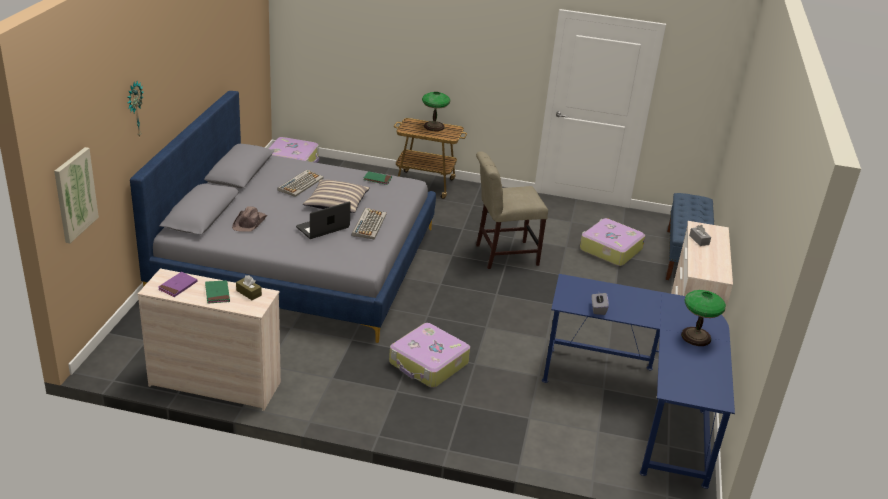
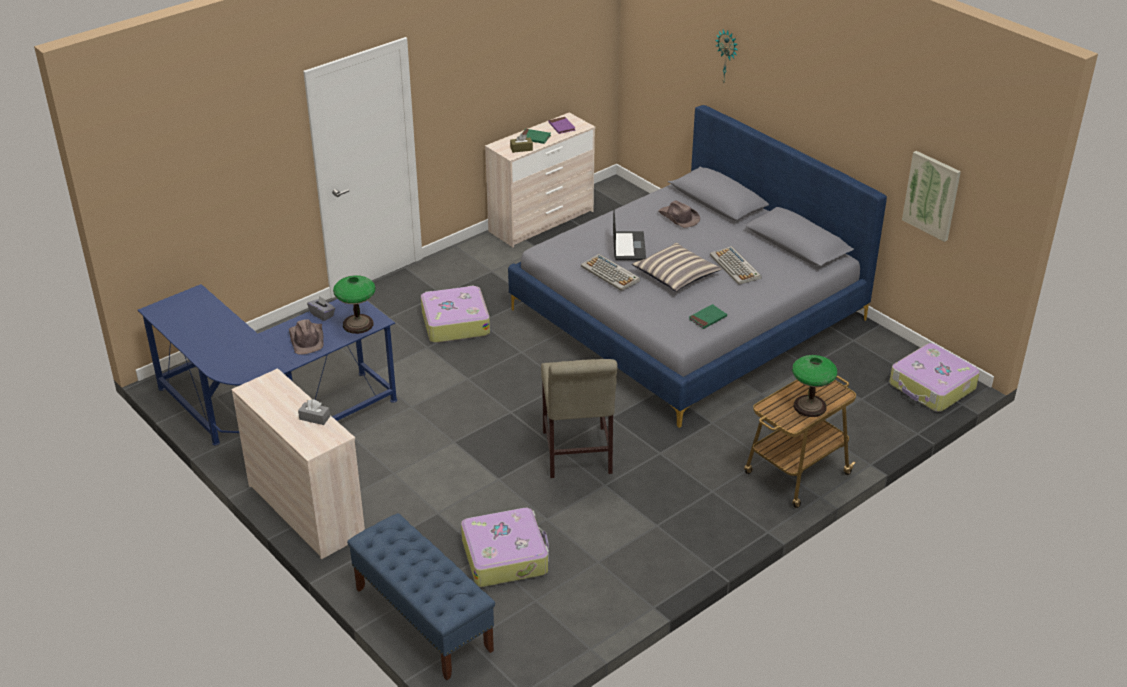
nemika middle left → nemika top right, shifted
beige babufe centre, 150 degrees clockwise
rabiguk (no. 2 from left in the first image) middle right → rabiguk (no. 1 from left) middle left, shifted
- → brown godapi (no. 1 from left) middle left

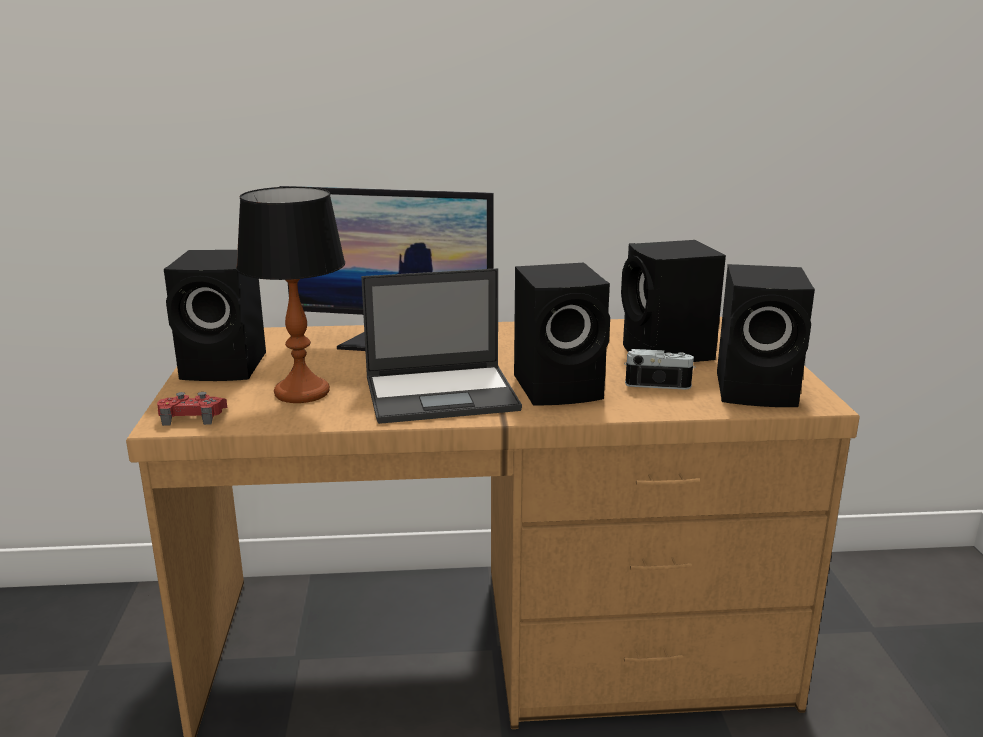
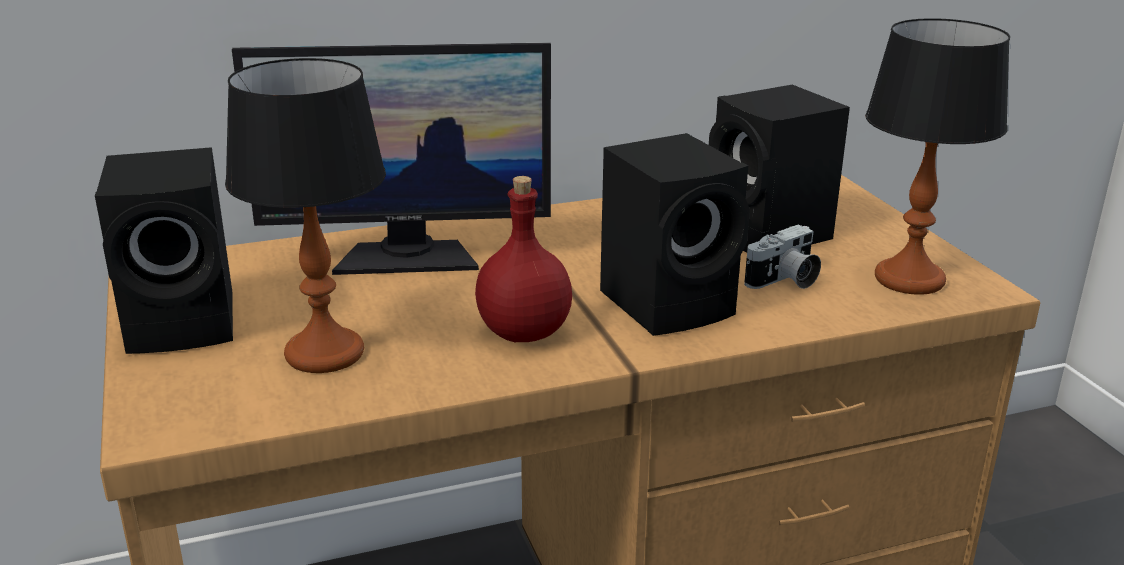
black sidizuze (no. 4 from left) middle right → rabiguk (no. 2 from left) top right
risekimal centre → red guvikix centre
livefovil middle right, 150 degrees clockwise
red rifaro middle left → -

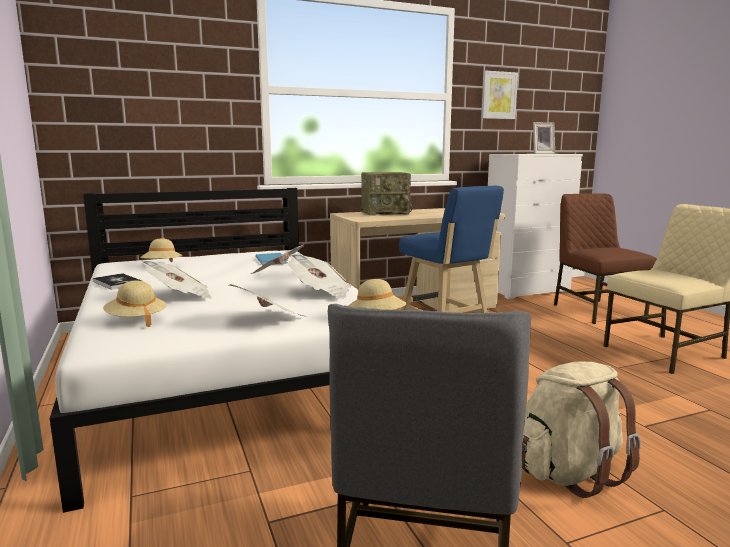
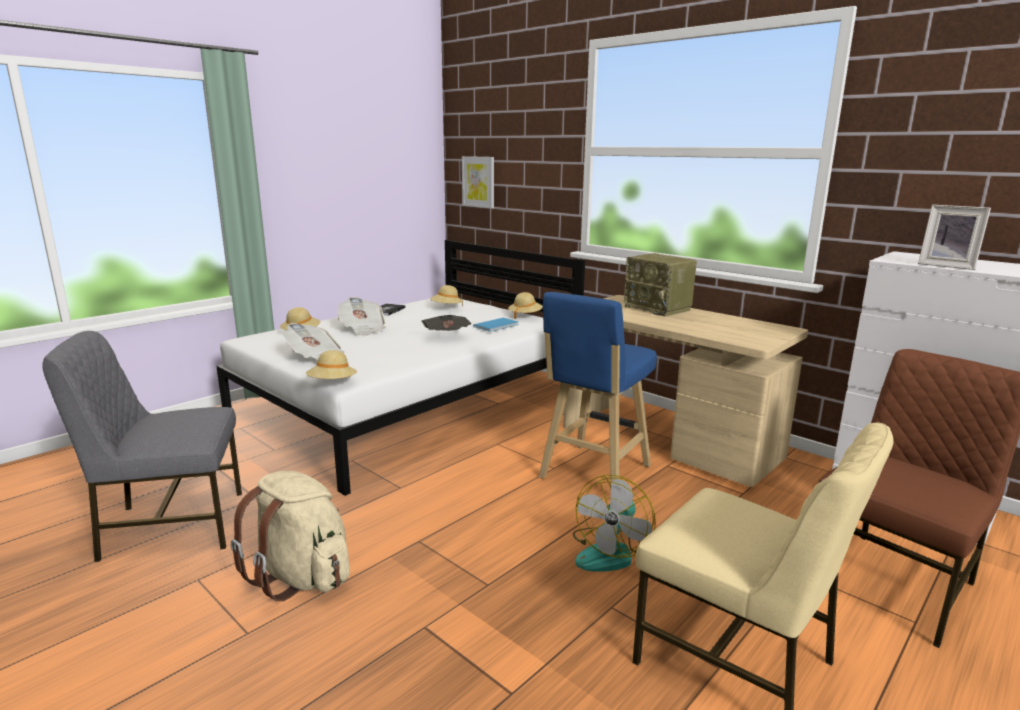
nemika top right → nemika top centre, shifted
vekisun (no. 4 from left) centre → -
- → beige godapi (no. 4 from left) centre
- → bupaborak bottom centre

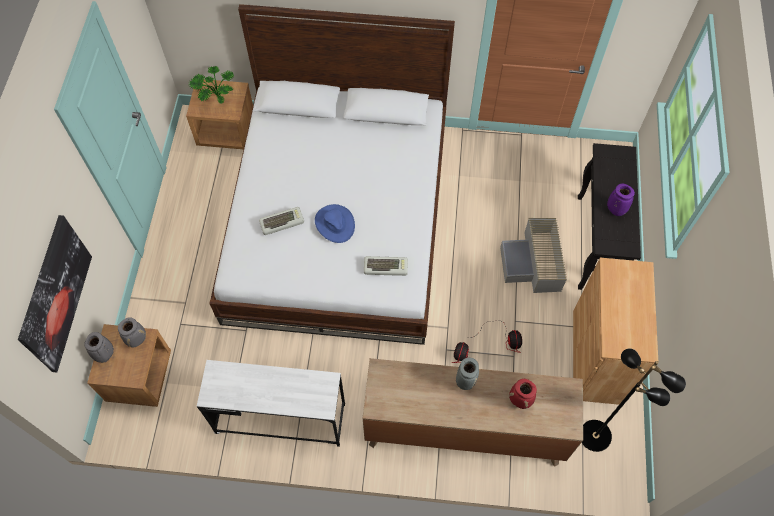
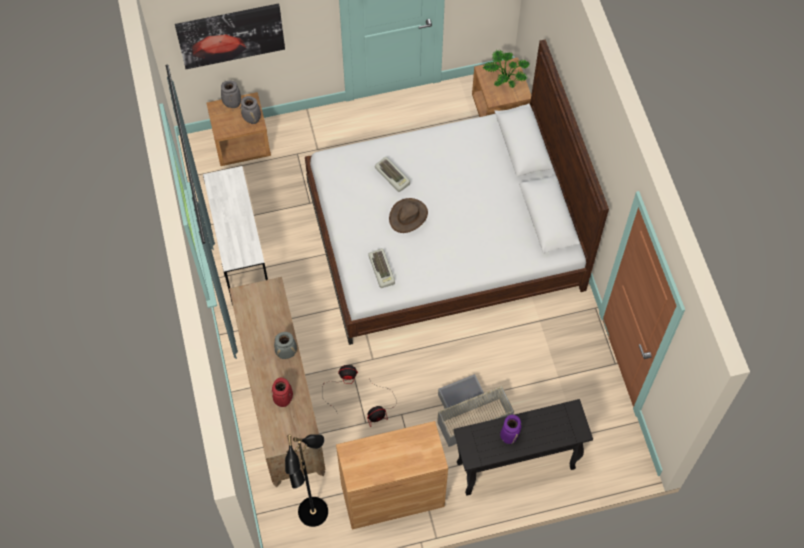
blue godapi centre → brown godapi centre

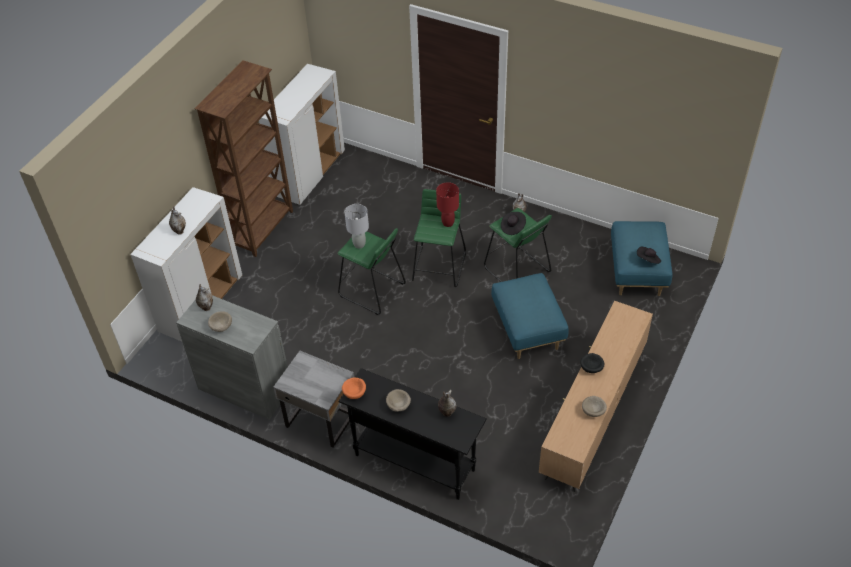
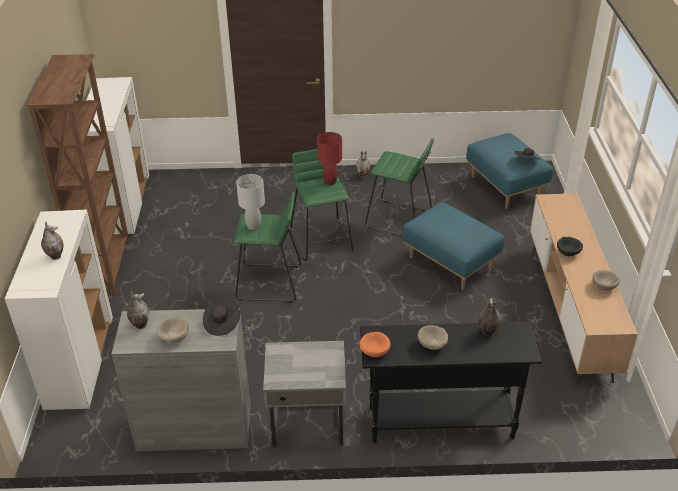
black godapi (no. 1 from left) centre → black godapi (no. 1 from left) middle left, shifted

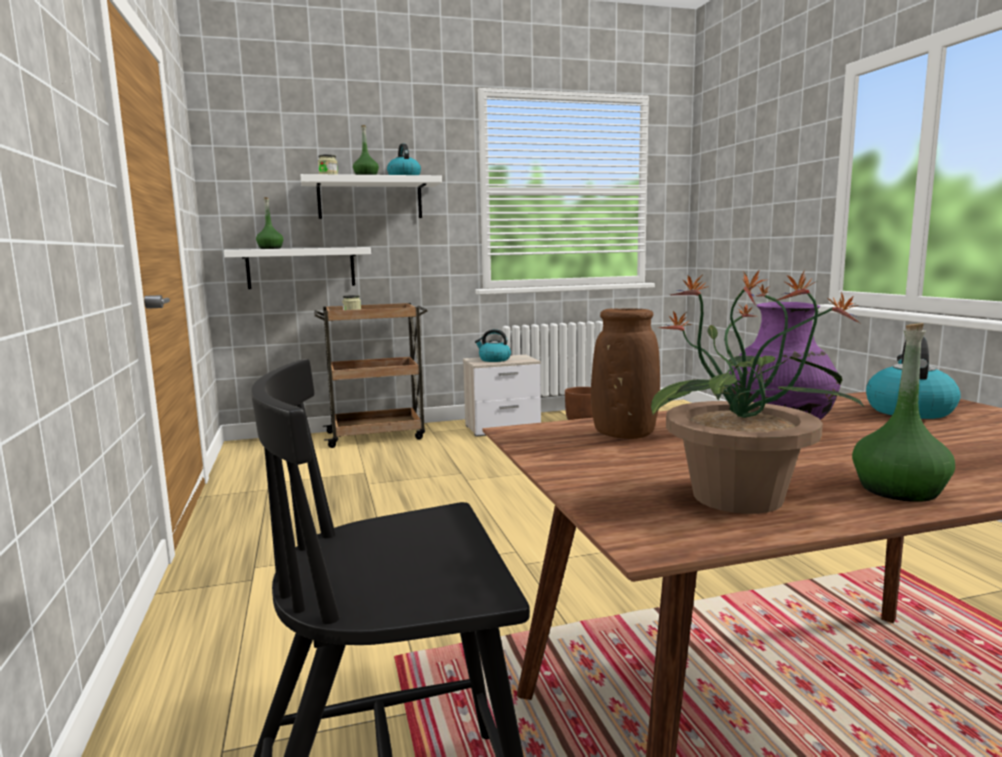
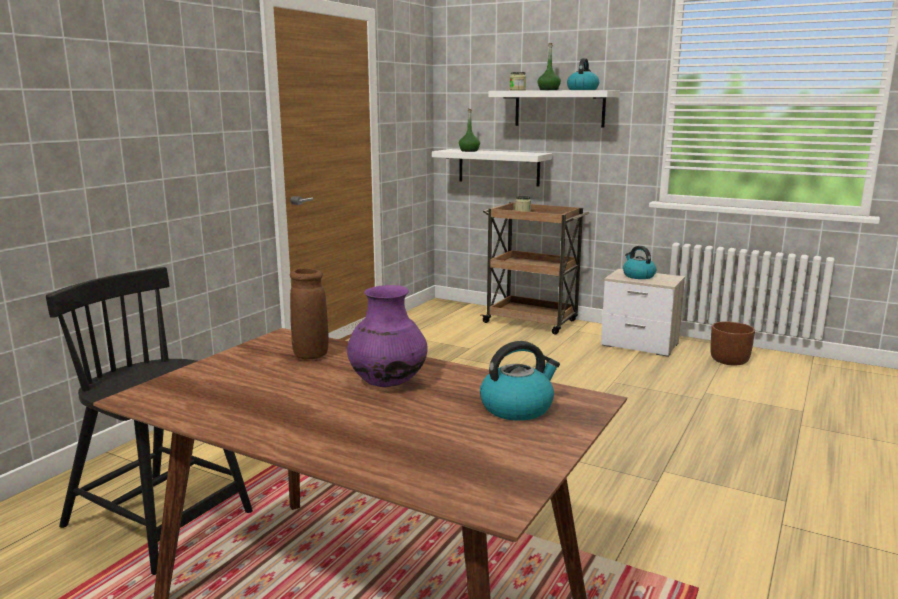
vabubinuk middle right → -
green guvikix (no. 3 from left) middle right → -

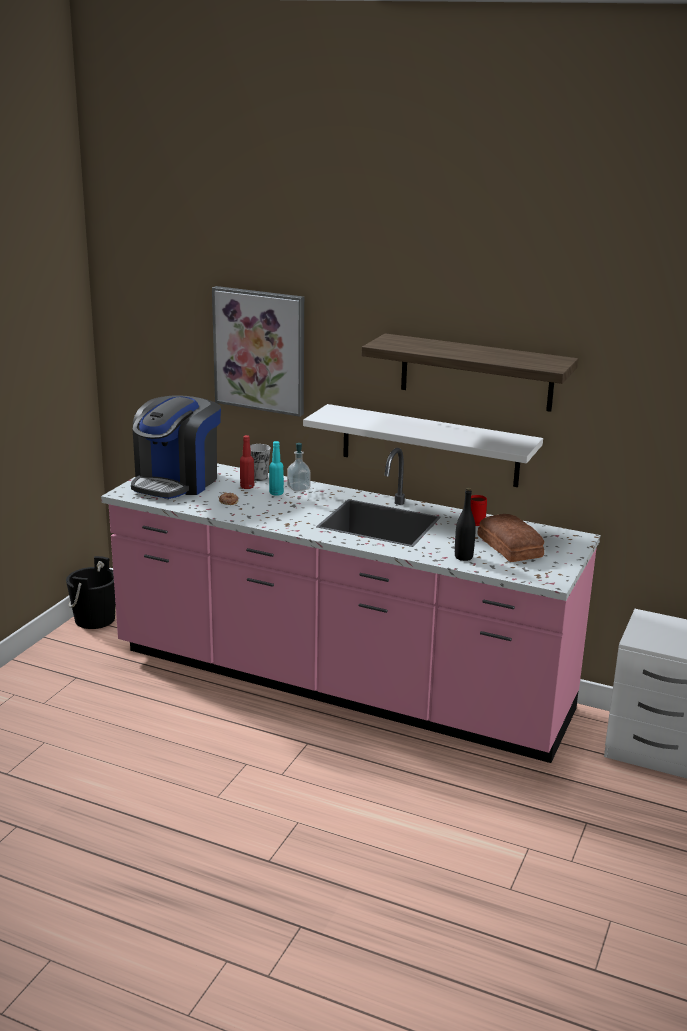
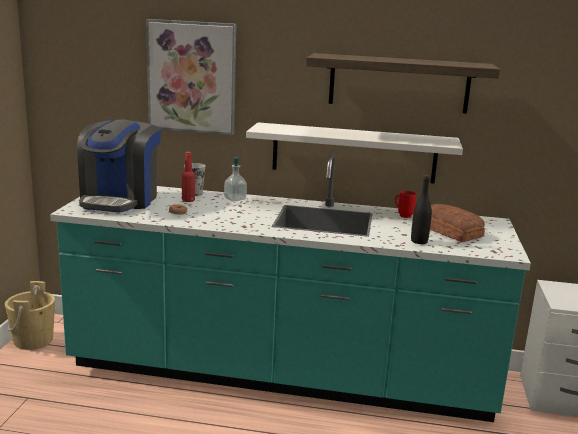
turquoise guvikix centre → -
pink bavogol centre → turquoise bavogol centre
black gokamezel middle left → beige gokamezel bottom left

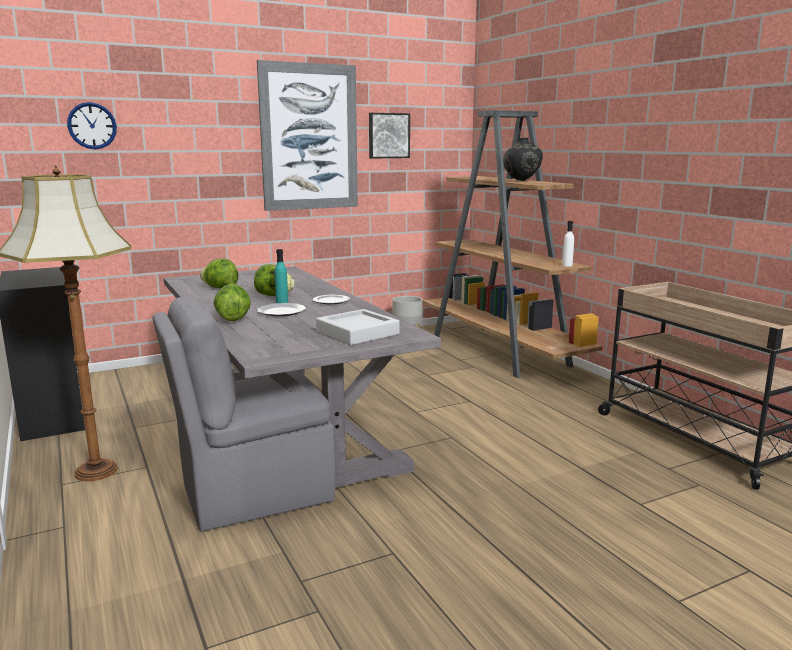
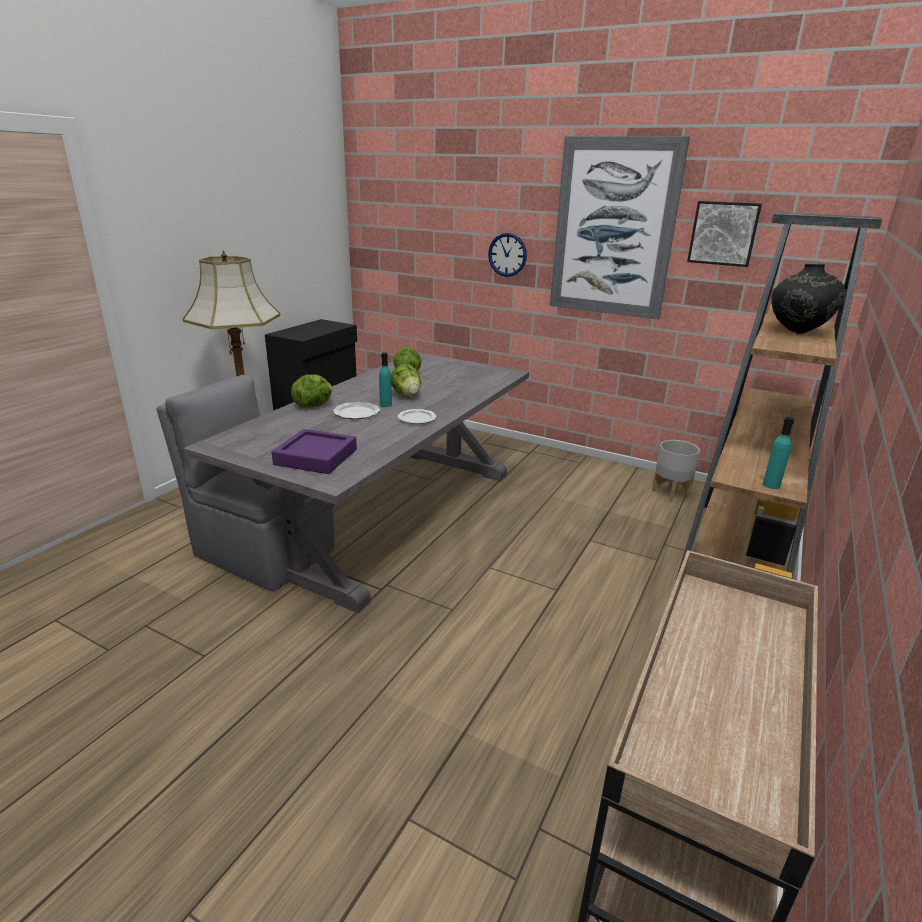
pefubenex top left → pefubenex top centre, shifted
white guvikix middle right → turquoise guvikix (no. 2 from left) middle right
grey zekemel centre → purple zekemel centre

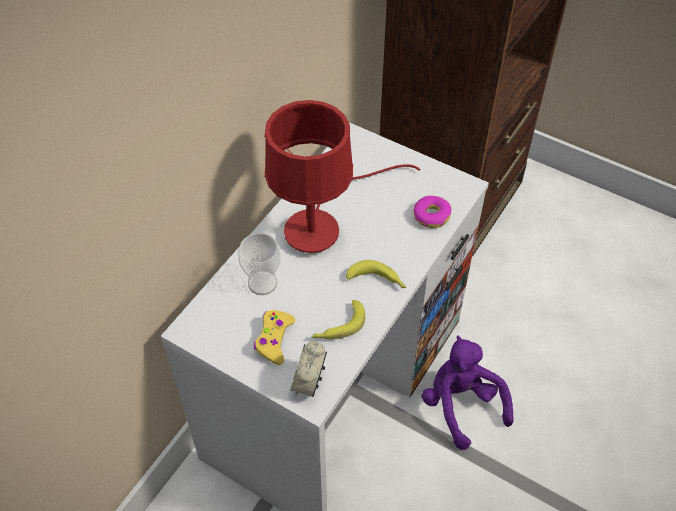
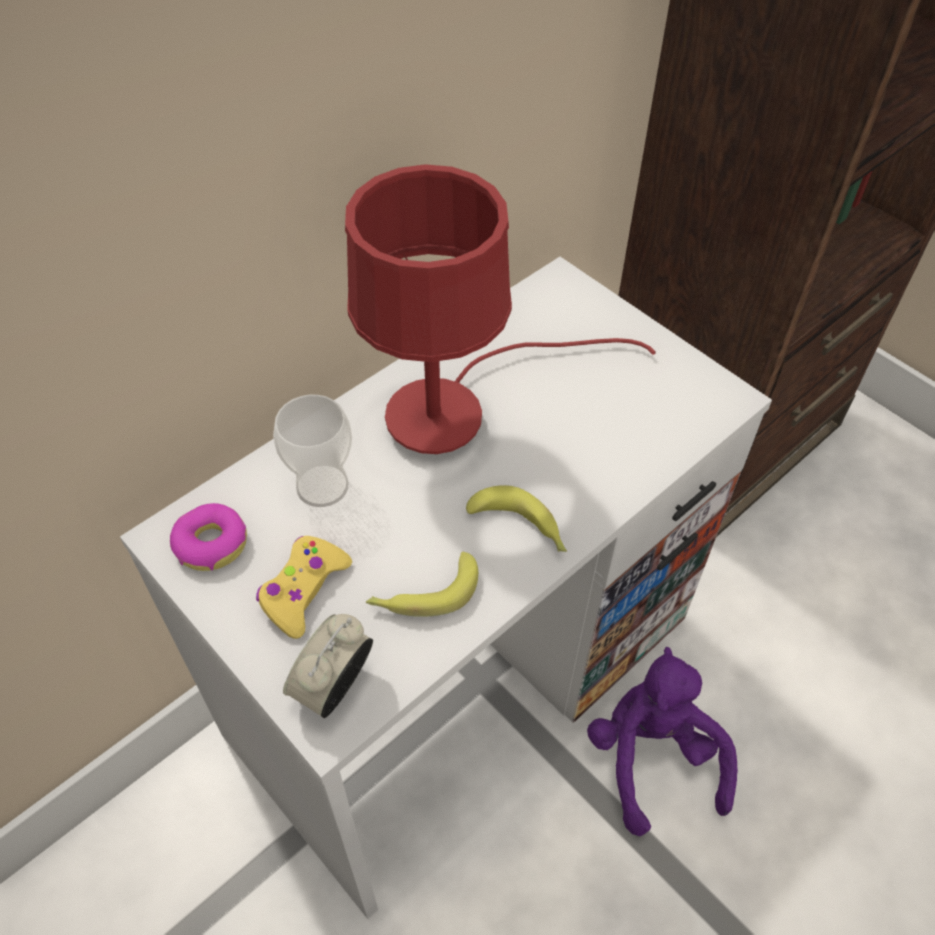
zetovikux centre → zetovikux middle left, shifted

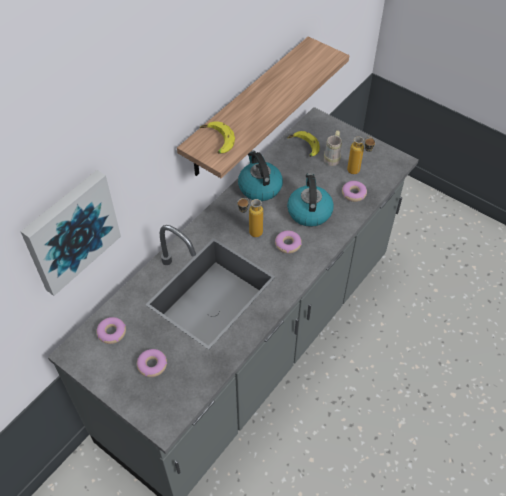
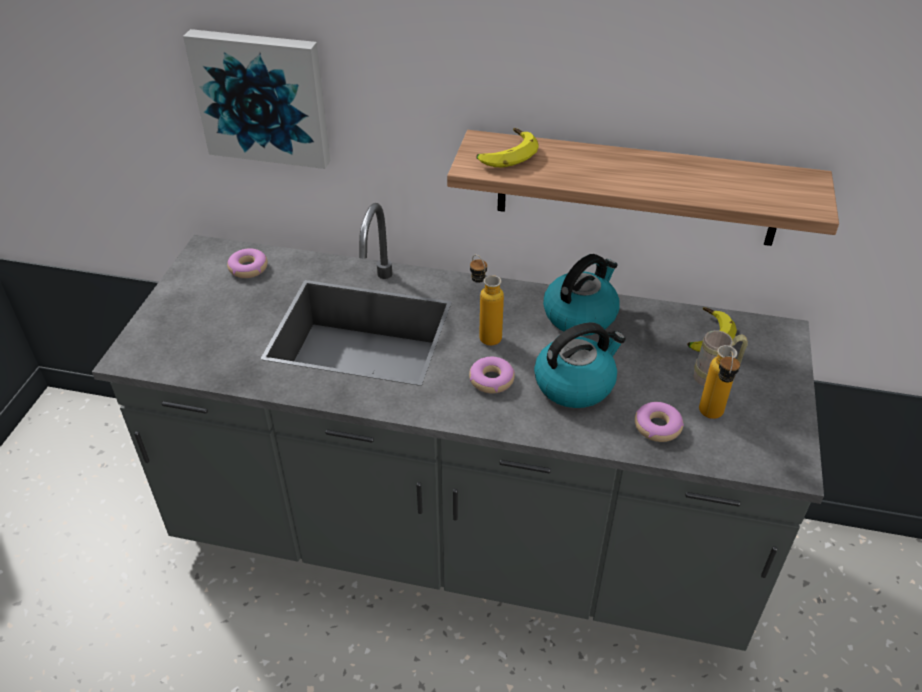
zetovikux (no. 2 from left) bottom left → -

